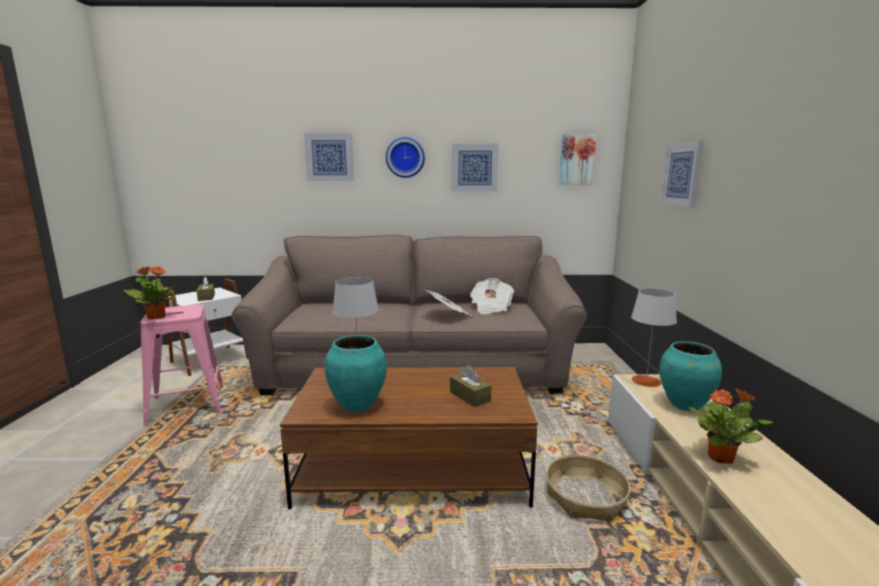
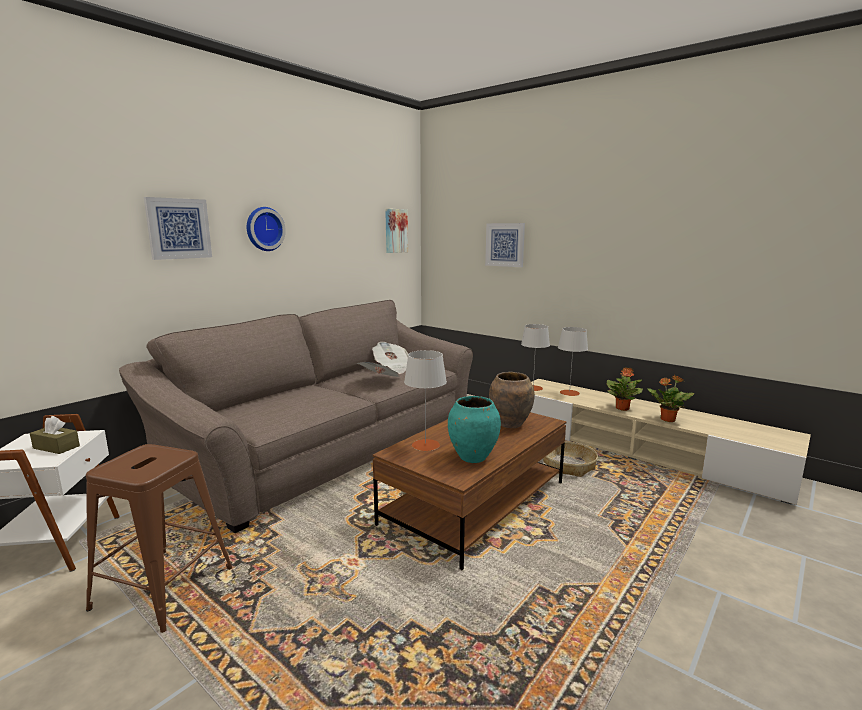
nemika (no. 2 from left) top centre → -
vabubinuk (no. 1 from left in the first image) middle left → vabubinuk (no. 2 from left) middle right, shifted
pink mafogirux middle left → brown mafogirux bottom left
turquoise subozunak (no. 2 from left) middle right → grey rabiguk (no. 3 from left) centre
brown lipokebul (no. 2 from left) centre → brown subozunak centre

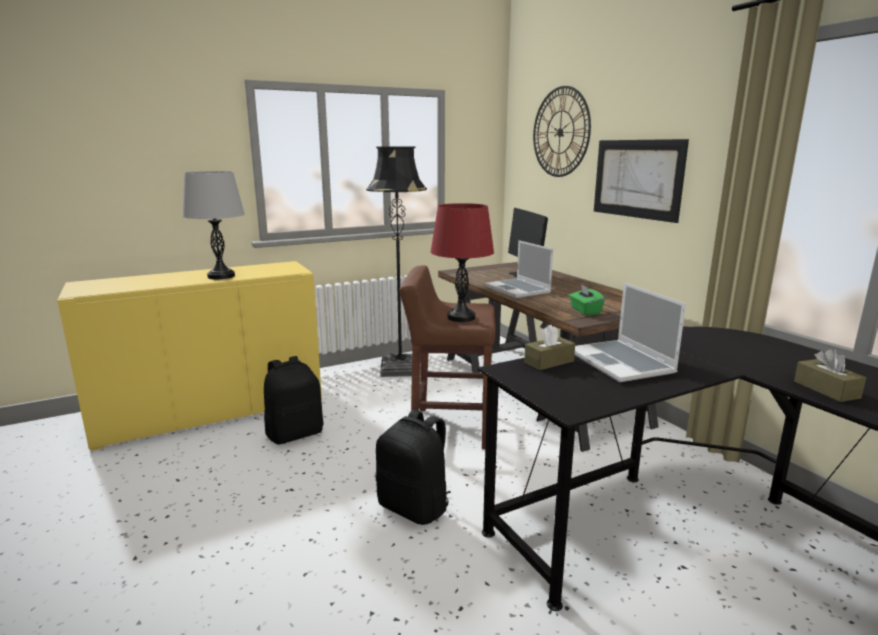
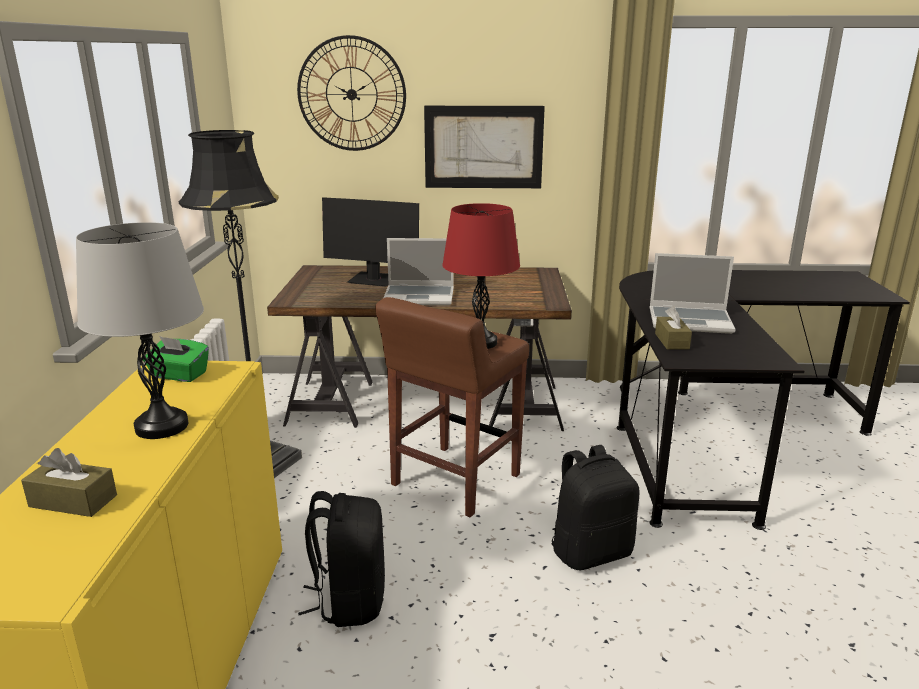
green lipokebul middle right → green lipokebul middle left, shifted
brown lipokebul (no. 2 from left in the first image) middle right → brown lipokebul (no. 1 from left) bottom left, shifted

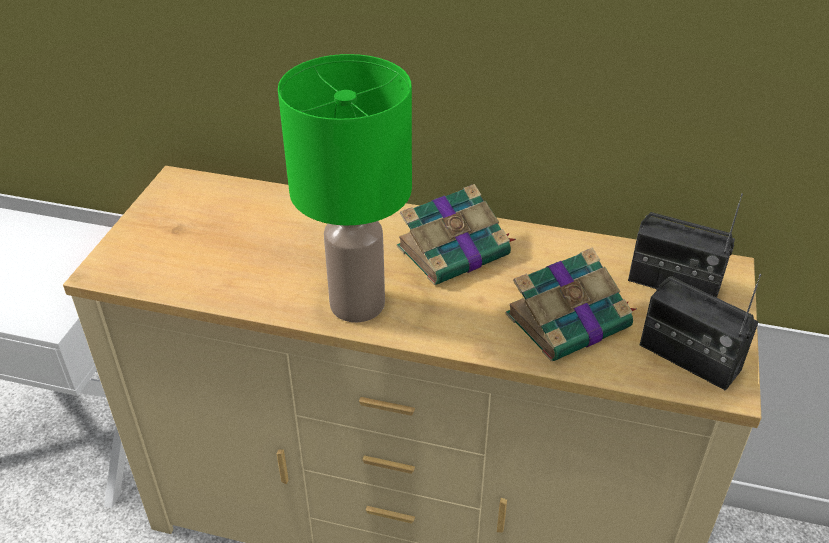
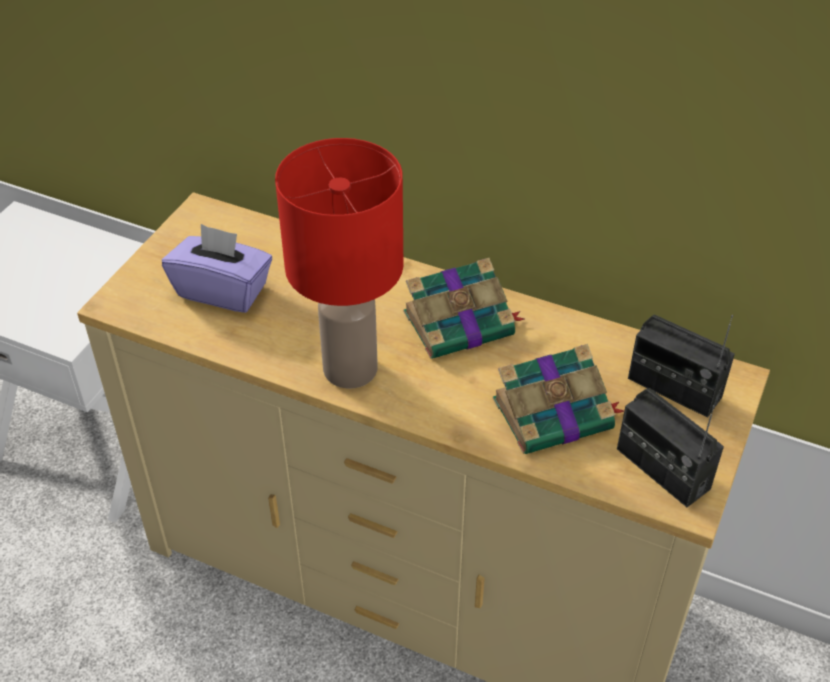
green rabiguk centre → red rabiguk centre
- → purple lipokebul middle left

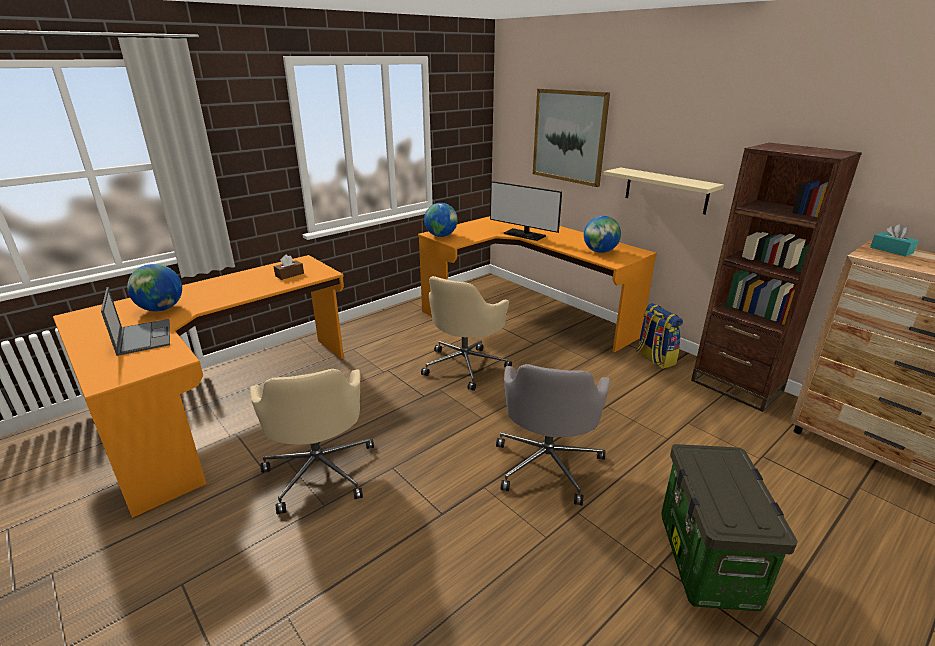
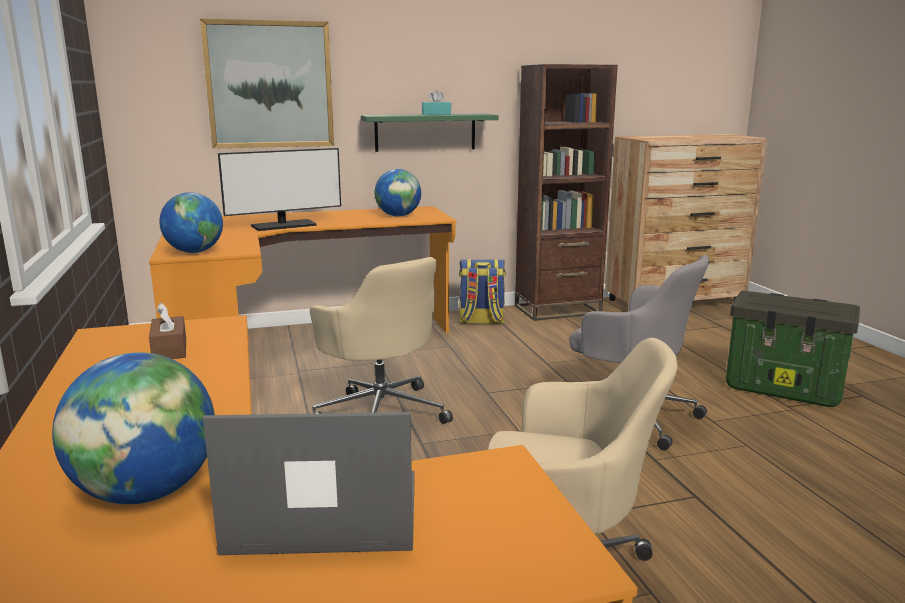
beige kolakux top right → green kolakux top centre
turquoise lipokebul middle right → turquoise lipokebul top centre, shifted

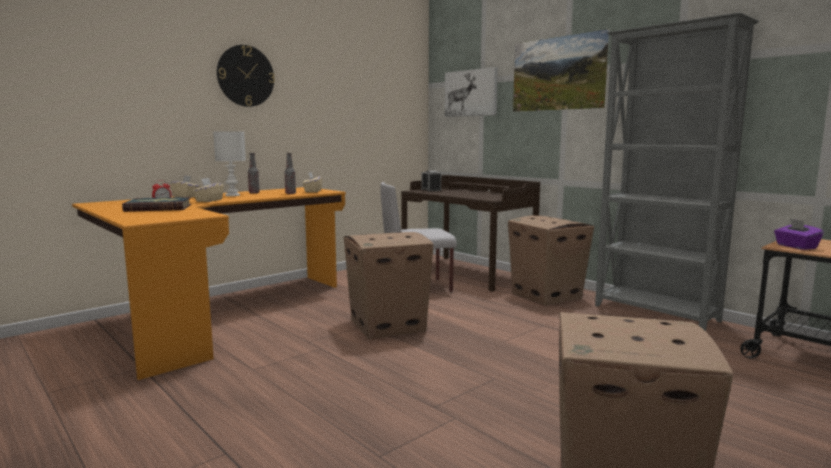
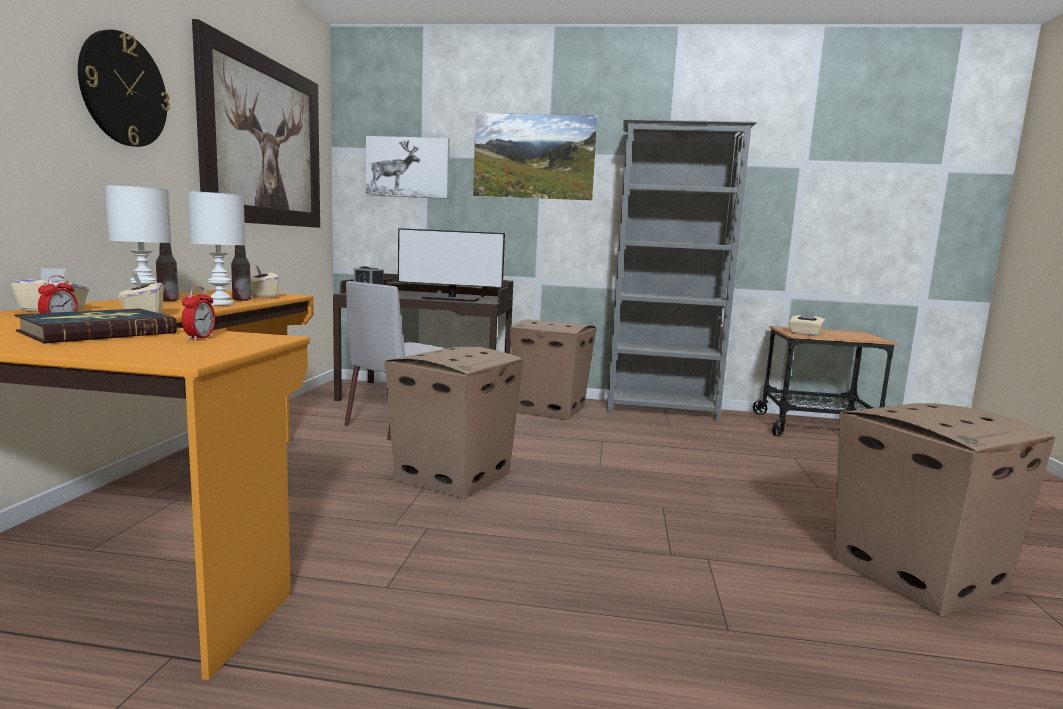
purple lipokebul middle right → beige lipokebul (no. 4 from left) middle right
- → nemika (no. 1 from left) top left
- → white rabiguk (no. 2 from left) middle left
- → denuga centre
- → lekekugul (no. 2 from left) middle left

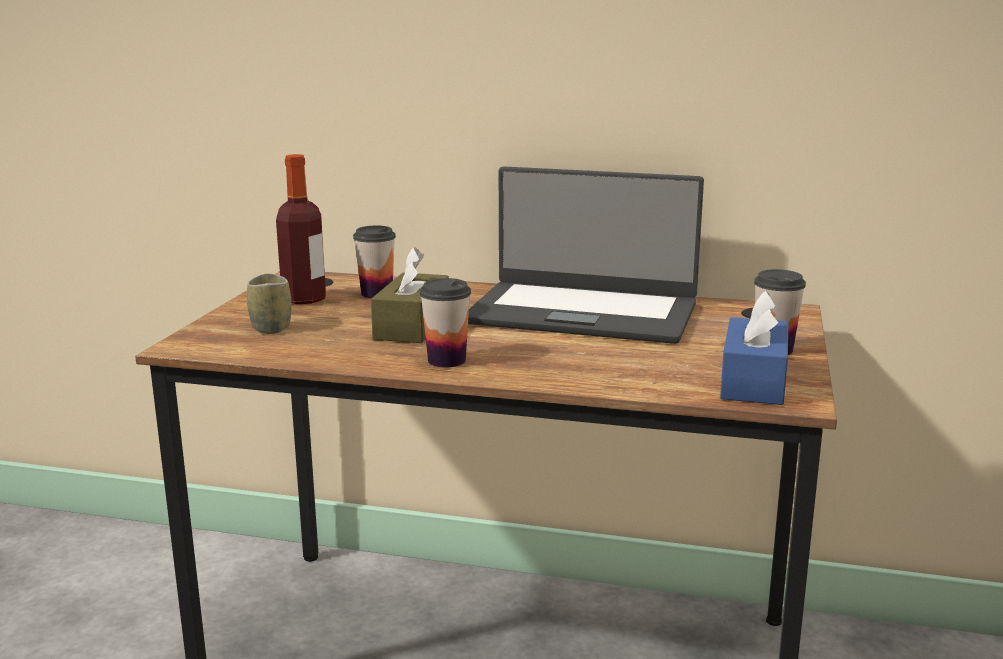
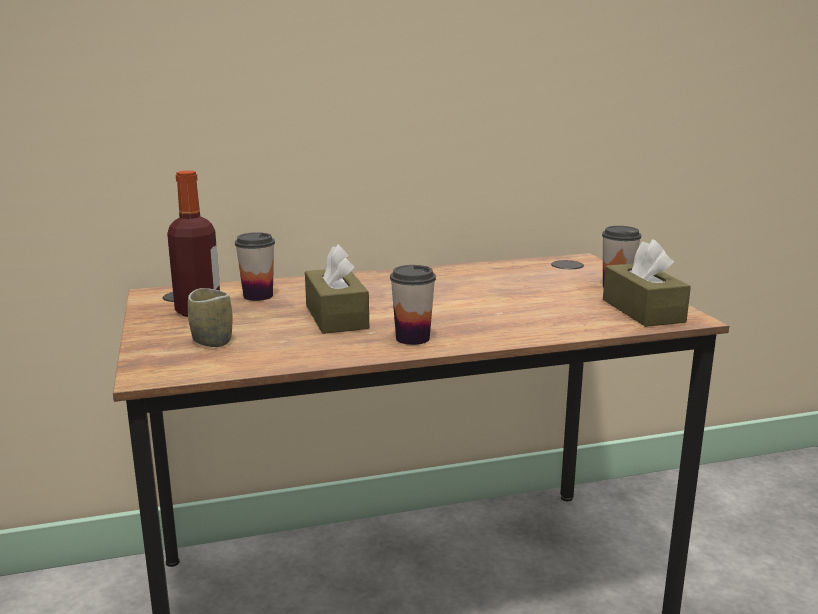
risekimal centre → -
blue lipokebul middle right → brown lipokebul (no. 2 from left) middle right

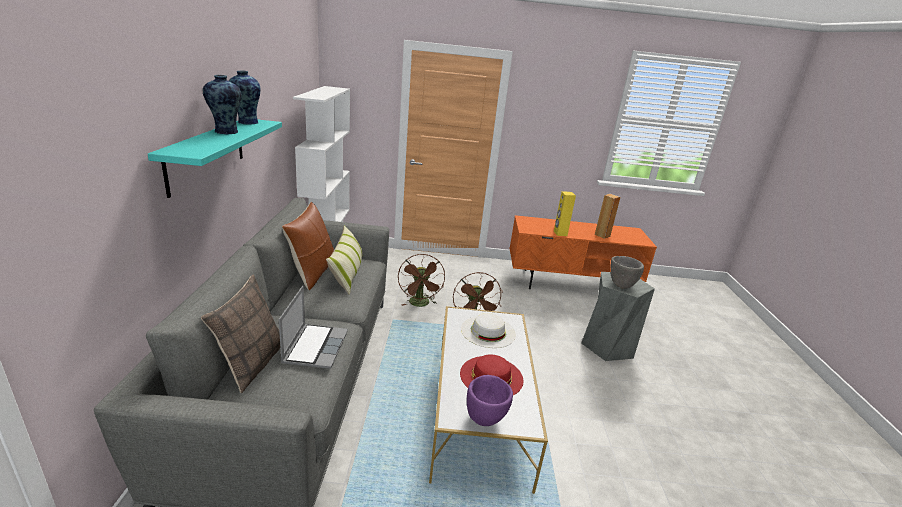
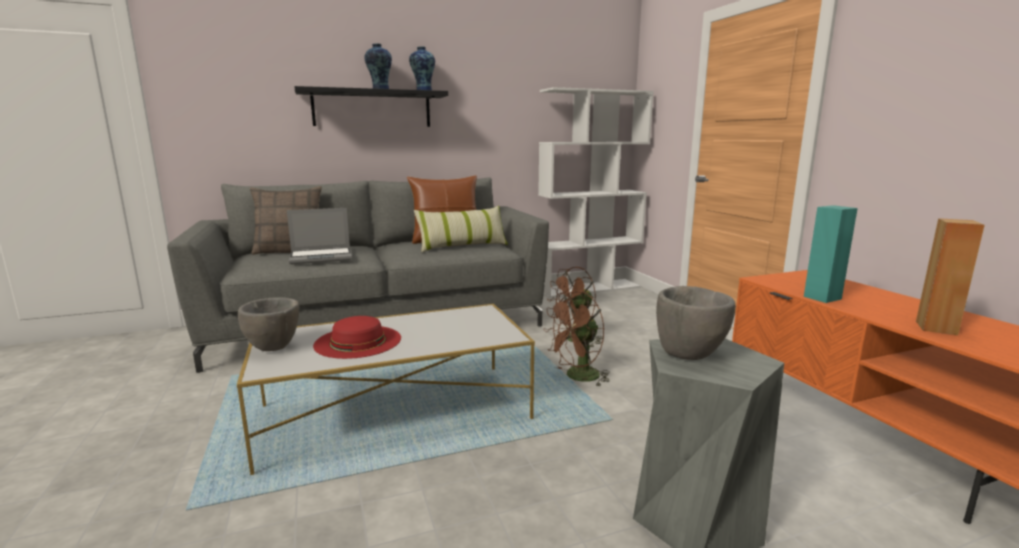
turquoise kolakux top left → black kolakux top centre
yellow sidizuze centre → turquoise sidizuze middle right
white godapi centre → -
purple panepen bottom centre → grey panepen (no. 1 from left) middle left

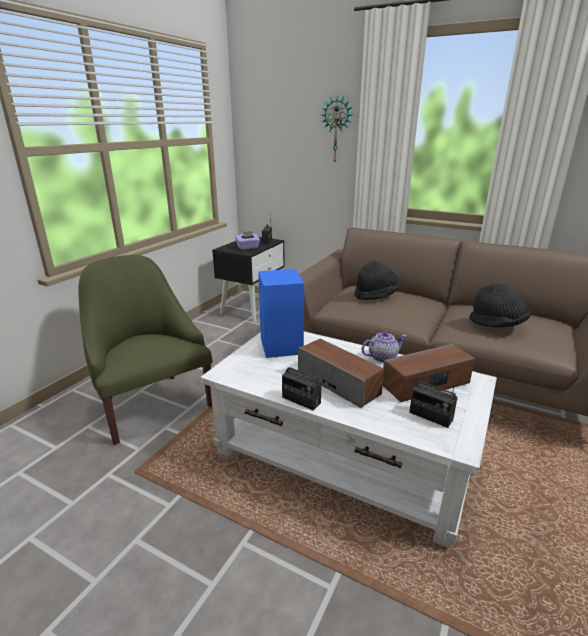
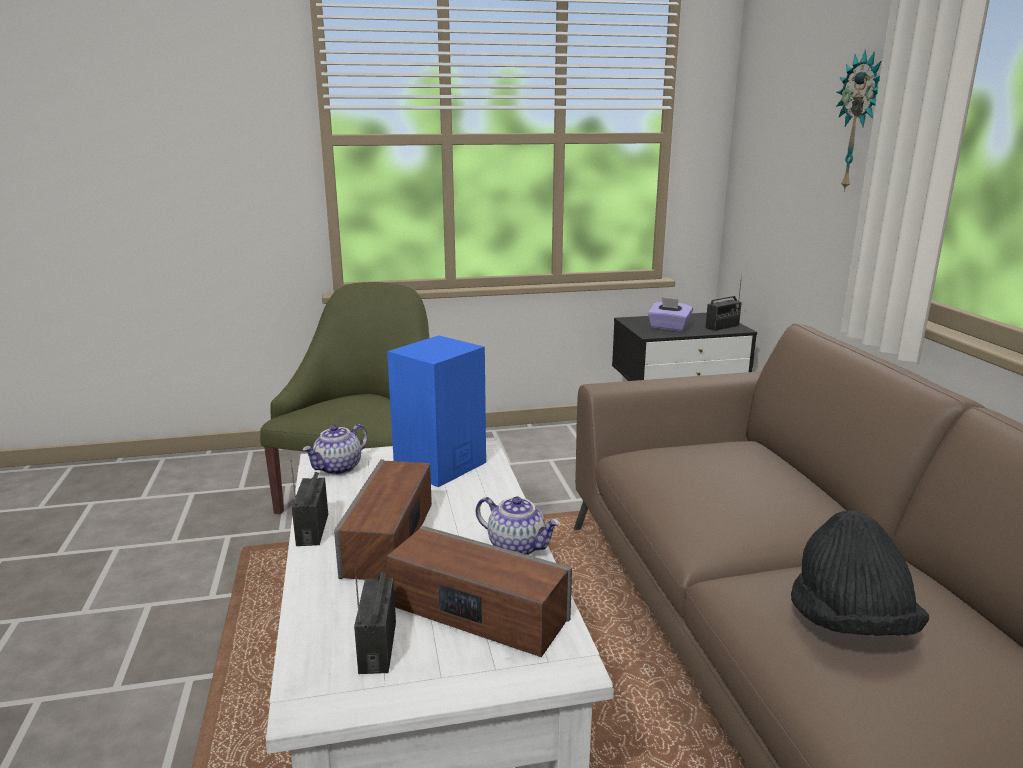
black godapi (no. 1 from left) centre → -
- → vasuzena (no. 1 from left) middle left

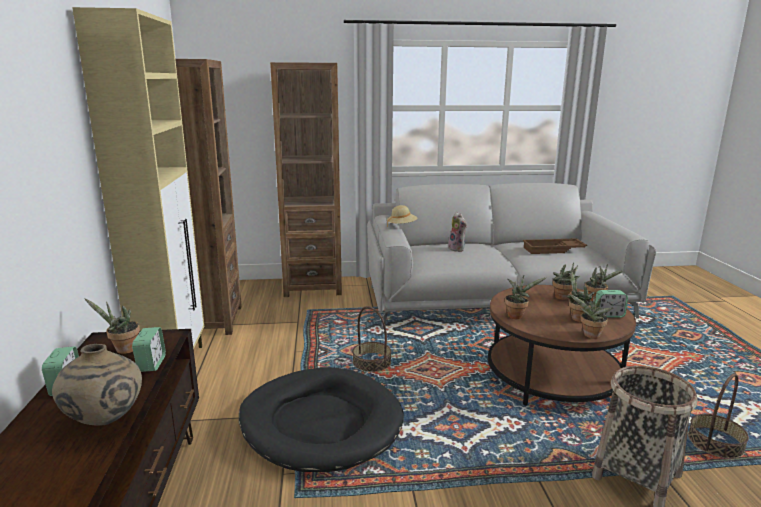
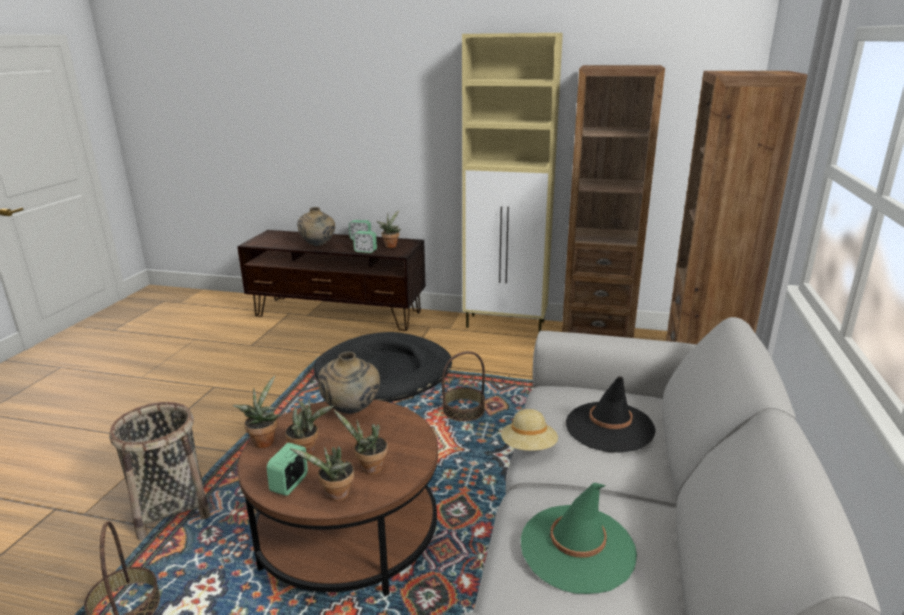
beige godapi centre → beige godapi bottom centre, shifted
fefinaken centre → black godapi bottom right
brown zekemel middle right → green godapi bottom centre
vabubinuk (no. 2 from left) middle right → beige subozunak (no. 2 from left) centre

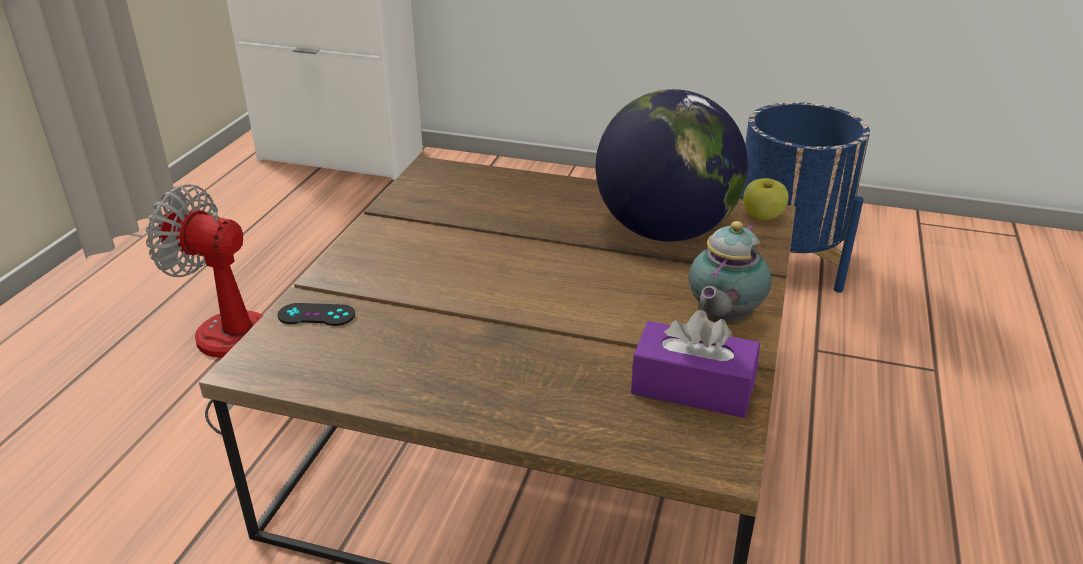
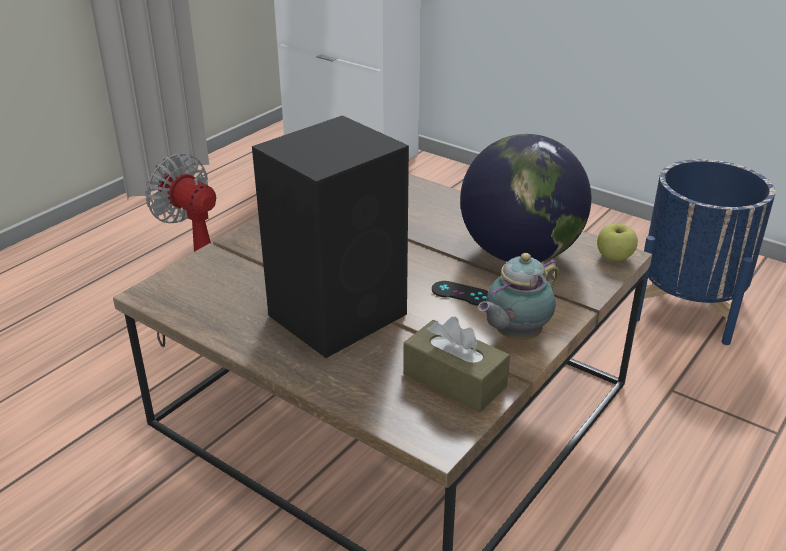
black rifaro middle left → black rifaro centre, shifted
purple lipokebul centre → brown lipokebul centre
- → black sidizuze centre

